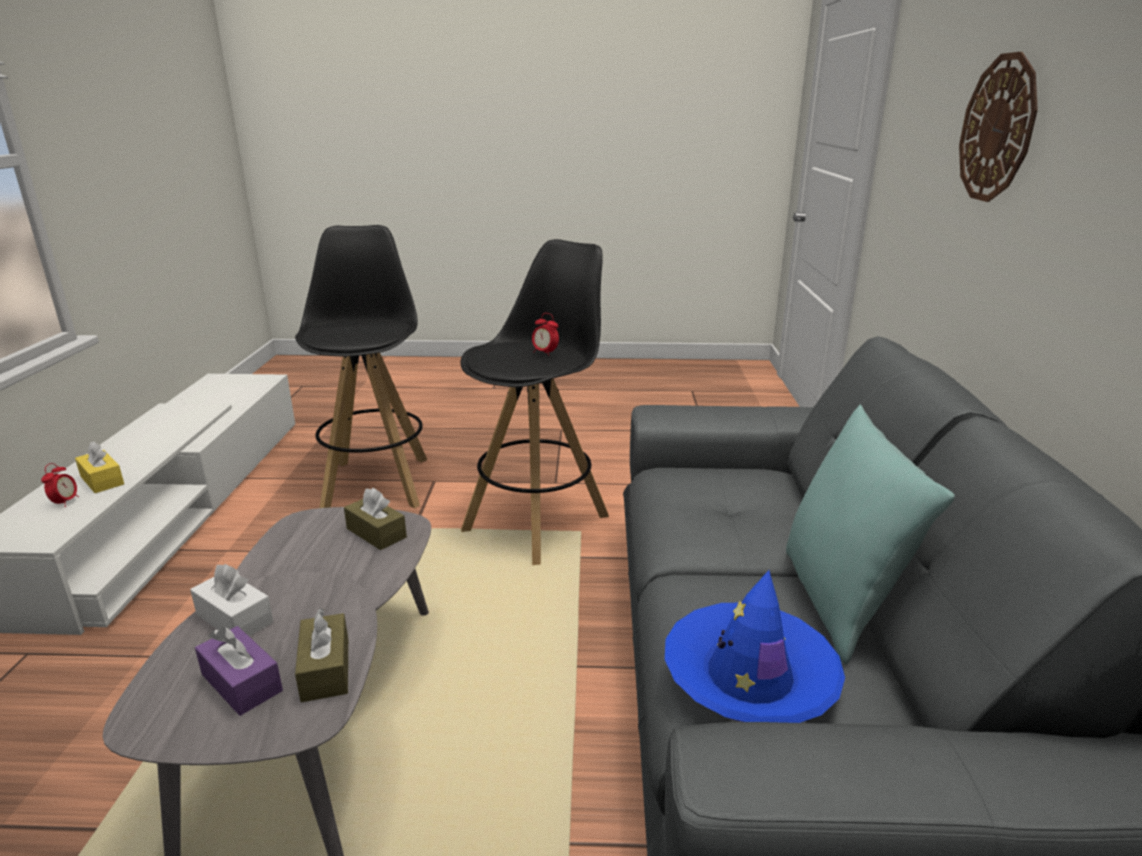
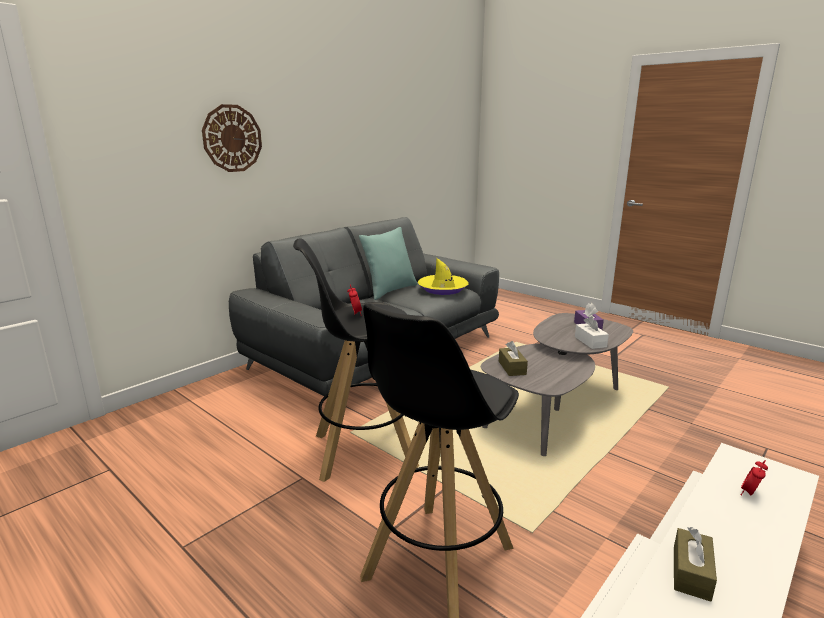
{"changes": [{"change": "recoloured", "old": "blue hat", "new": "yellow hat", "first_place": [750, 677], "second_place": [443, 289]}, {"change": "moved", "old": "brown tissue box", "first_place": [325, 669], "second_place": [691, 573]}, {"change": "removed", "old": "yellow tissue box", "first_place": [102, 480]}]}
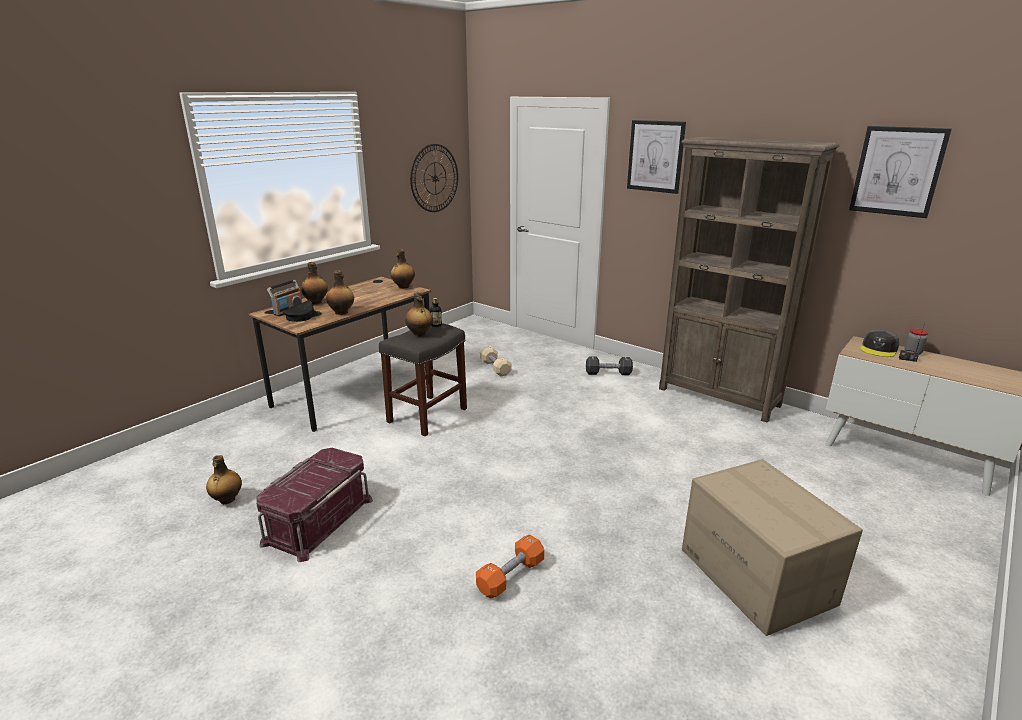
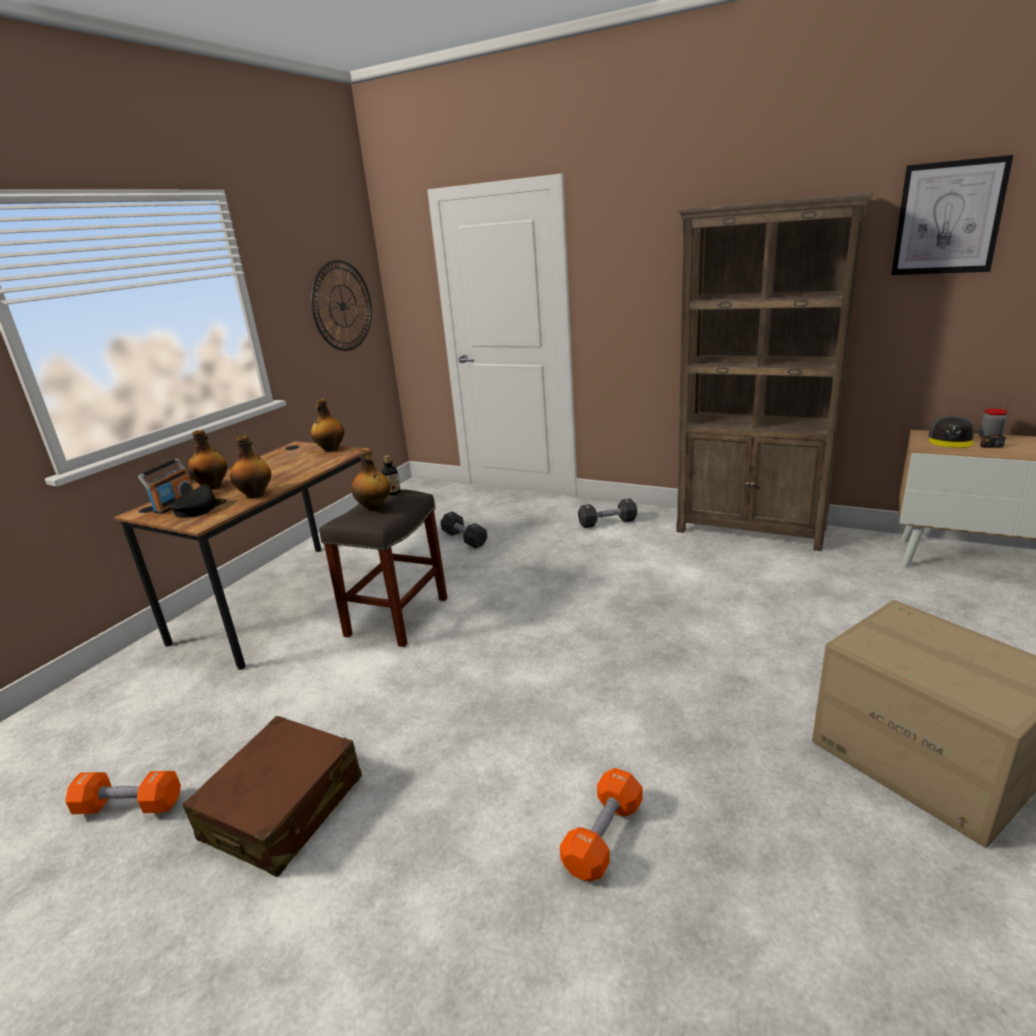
{"changes": [{"change": "replaced", "old": "bottle", "new": "orange dumbbell", "first_place": [227, 500], "second_place": [130, 806]}, {"change": "replaced", "old": "red storage box", "new": "brown suitcase", "first_place": [317, 520], "second_place": [284, 808]}, {"change": "recoloured", "old": "beige dumbbell", "new": "black dumbbell", "first_place": [495, 368], "second_place": [464, 539]}, {"change": "removed", "old": "picture", "first_place": [655, 156]}]}
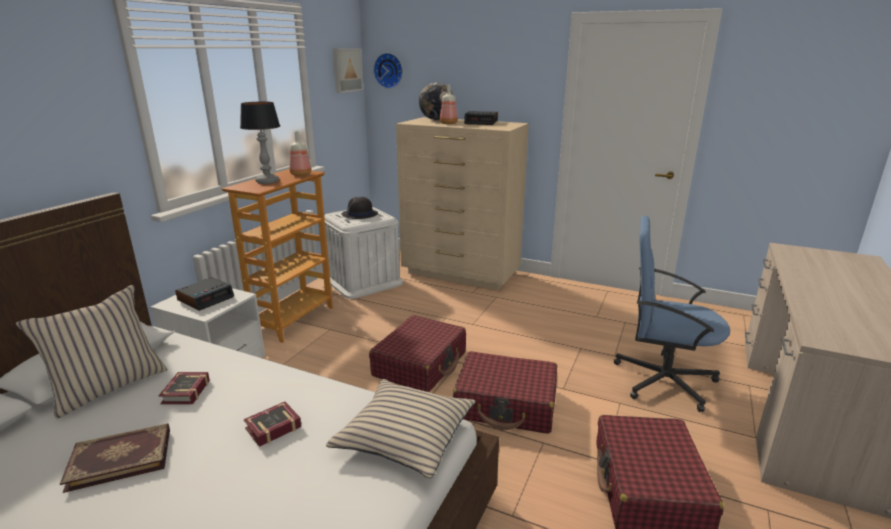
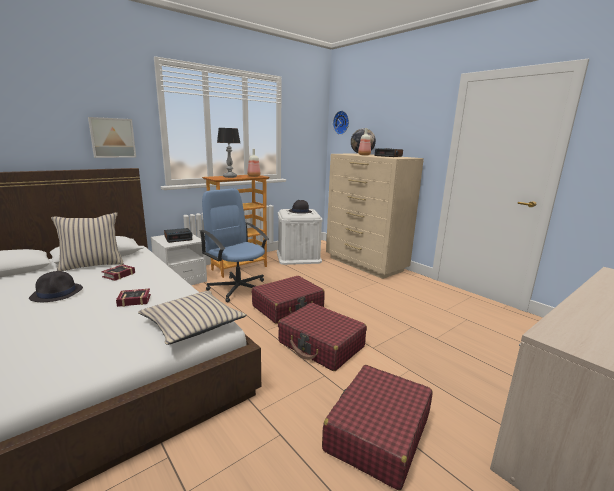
{"changes": [{"change": "replaced", "old": "book", "new": "black hat", "first_place": [120, 458], "second_place": [57, 293]}, {"change": "moved", "old": "picture", "first_place": [346, 70], "second_place": [112, 138]}, {"change": "moved", "old": "blue office chair", "first_place": [662, 380], "second_place": [238, 288]}]}
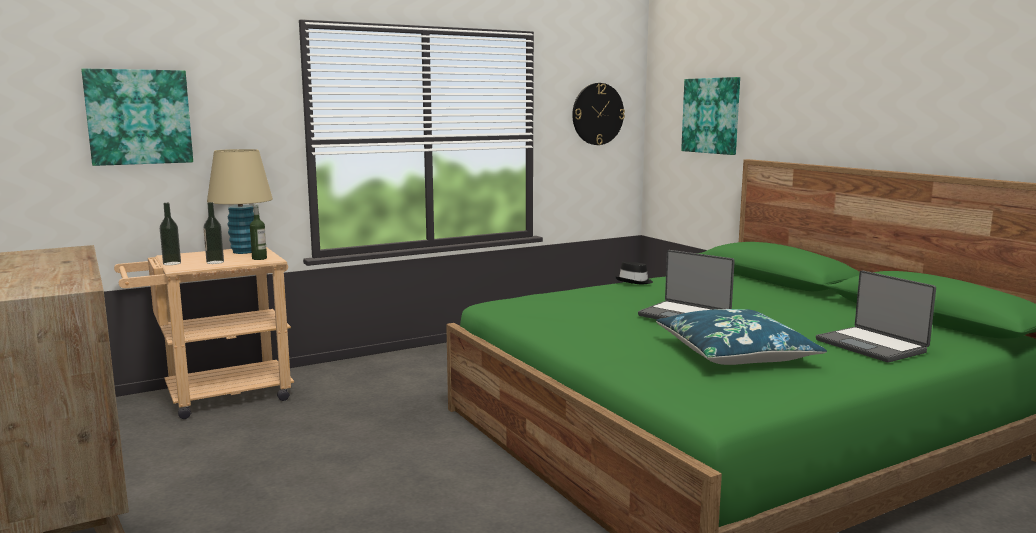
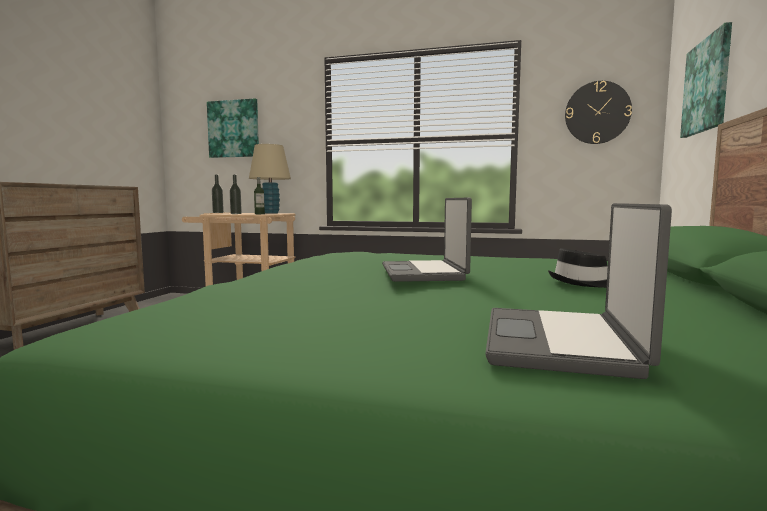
{"changes": [{"change": "moved", "old": "black hat", "first_place": [635, 282], "second_place": [582, 283]}, {"change": "removed", "old": "blue pillow", "first_place": [735, 354]}]}
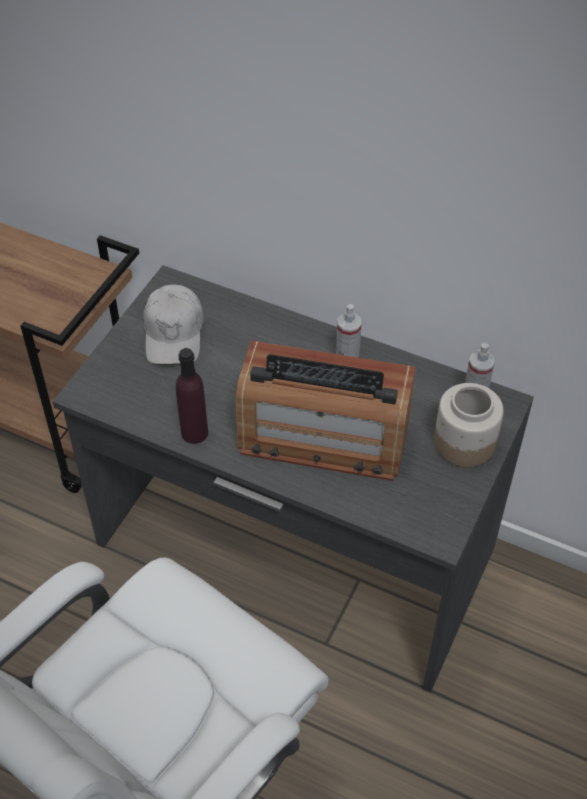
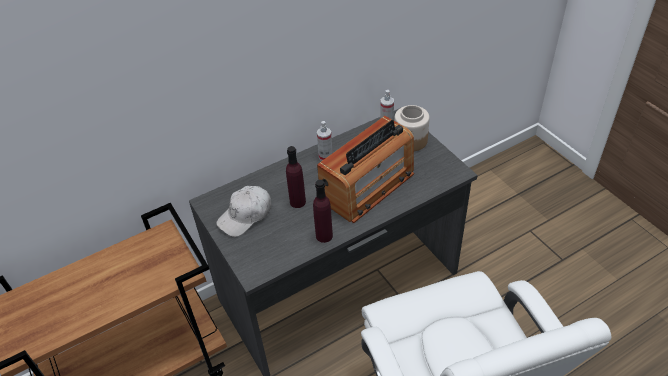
{"changes": [{"change": "turned", "old": "white cap", "first_place": [174, 333], "second_place": [245, 216], "degrees": 105}, {"change": "added", "new": "purple bottle", "second_place": [297, 202]}]}
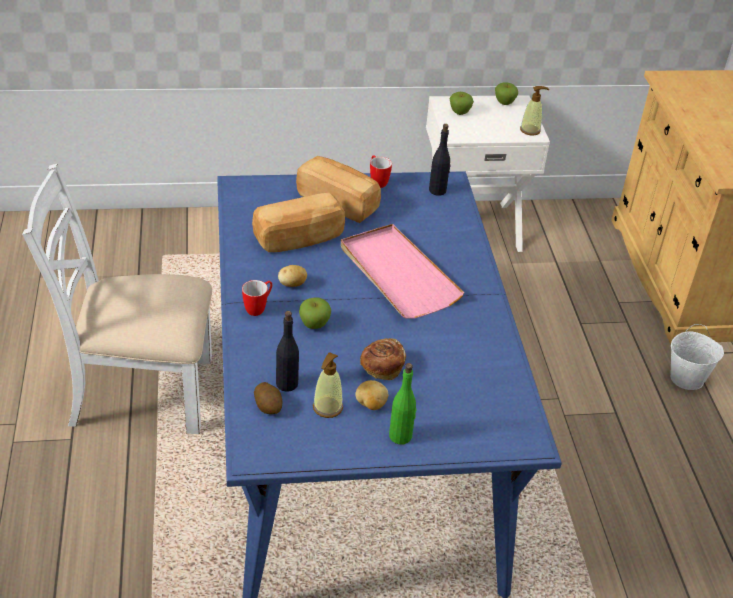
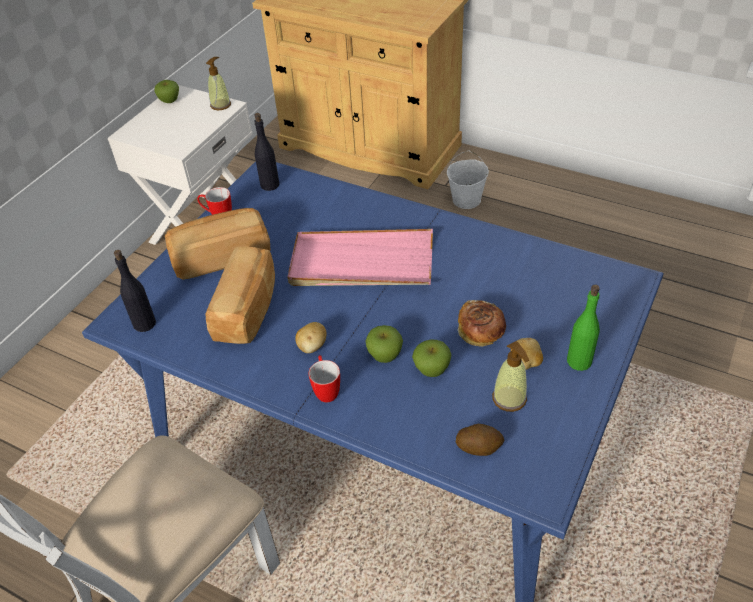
{"changes": [{"change": "moved", "old": "black bottle", "first_place": [287, 383], "second_place": [144, 323]}, {"change": "moved", "old": "apple", "first_place": [459, 112], "second_place": [431, 370]}]}
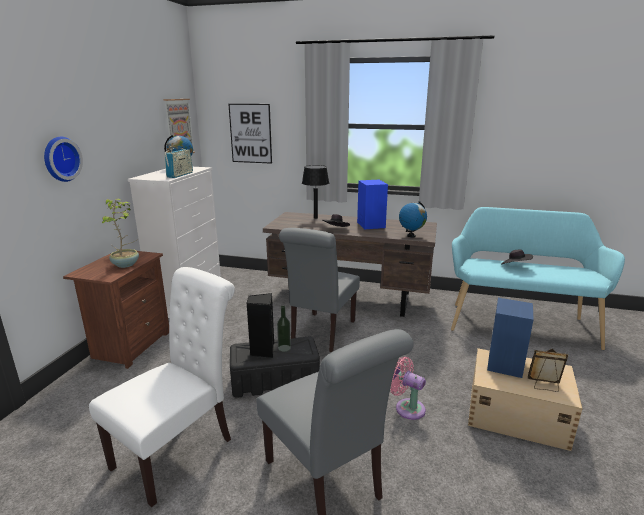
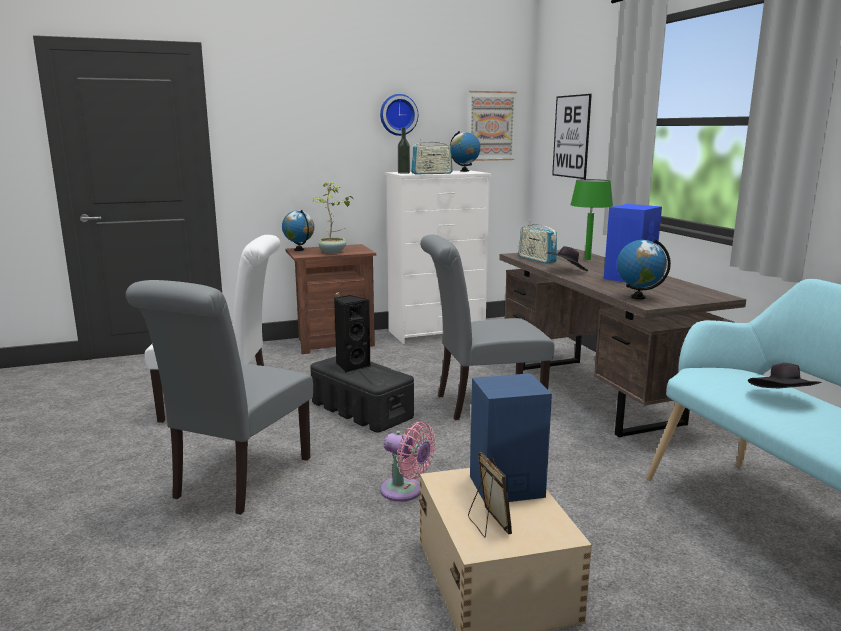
{"changes": [{"change": "added", "new": "globe", "second_place": [299, 250]}, {"change": "moved", "old": "wall clock", "first_place": [60, 159], "second_place": [398, 115]}, {"change": "turned", "old": "pink fan", "first_place": [407, 408], "second_place": [405, 491], "degrees": 120}, {"change": "moved", "old": "bottle", "first_place": [284, 348], "second_place": [403, 173]}, {"change": "added", "new": "radio", "second_place": [537, 259]}, {"change": "recoloured", "old": "black table lamp", "new": "green table lamp", "first_place": [315, 218], "second_place": [587, 259]}]}
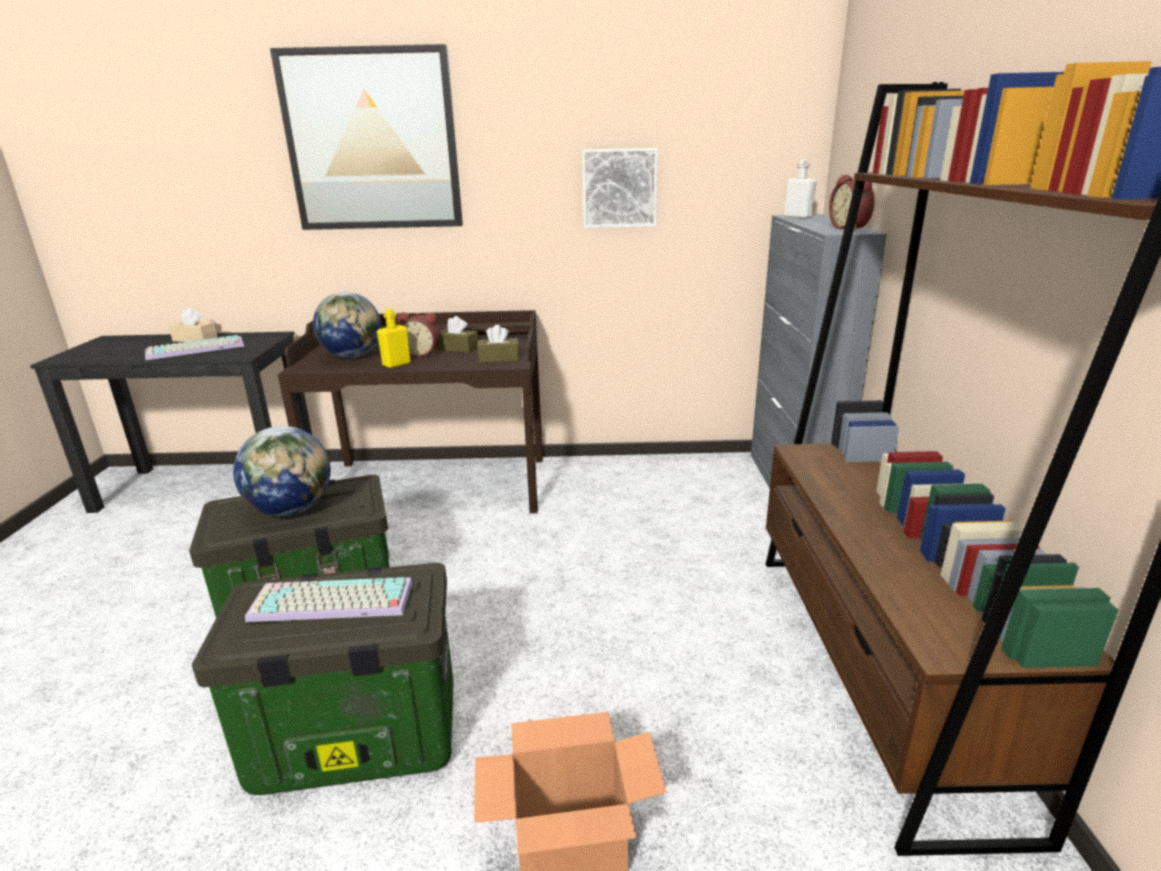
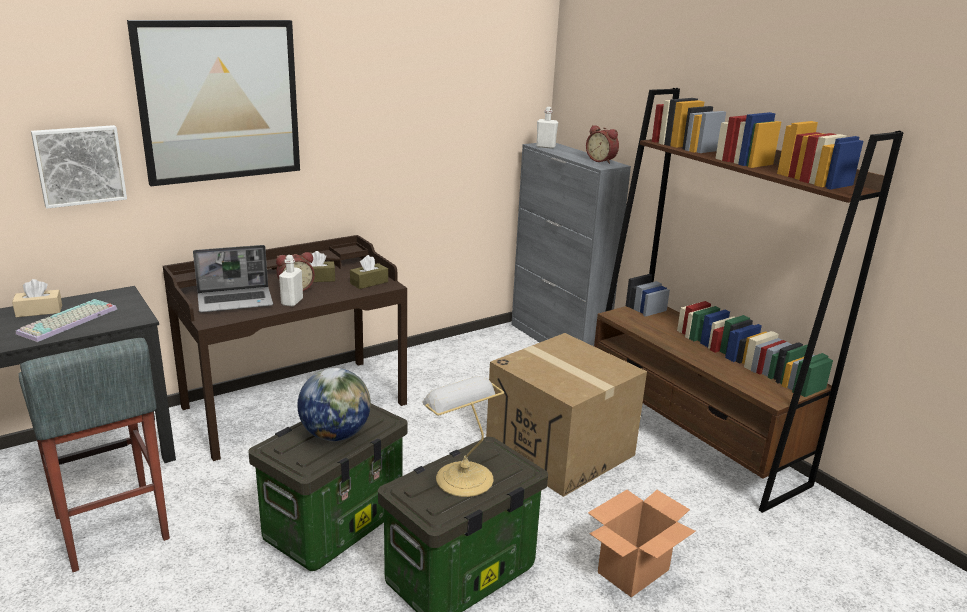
{"changes": [{"change": "added", "new": "grey stool", "second_place": [110, 529]}, {"change": "moved", "old": "picture", "first_place": [619, 188], "second_place": [80, 165]}, {"change": "replaced", "old": "globe", "new": "laptop", "first_place": [353, 356], "second_place": [236, 301]}, {"change": "recoloured", "old": "yellow bottle", "new": "white bottle", "first_place": [396, 364], "second_place": [292, 302]}, {"change": "replaced", "old": "keyboard", "new": "table lamp", "first_place": [329, 603], "second_place": [462, 477]}, {"change": "added", "new": "cardboard box", "second_place": [560, 450]}]}
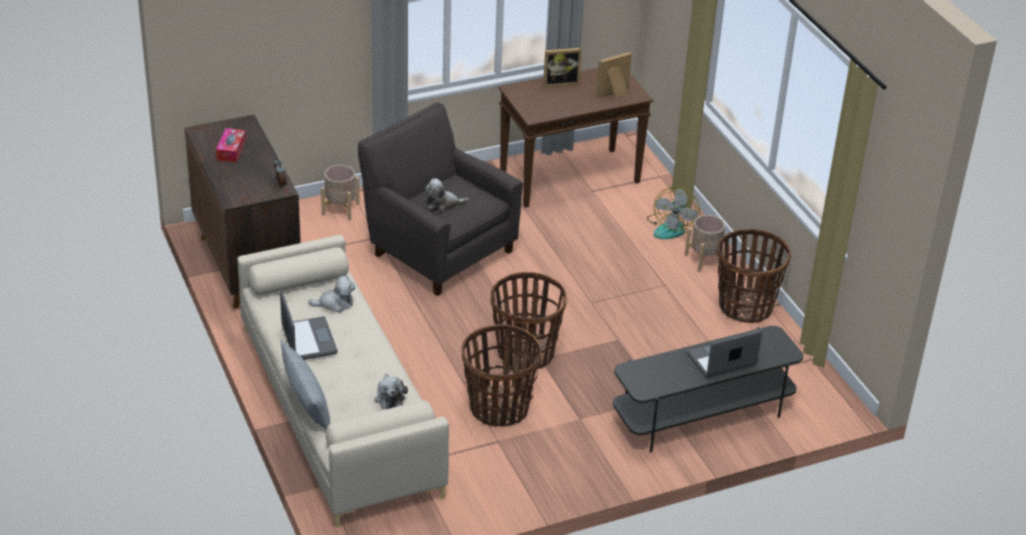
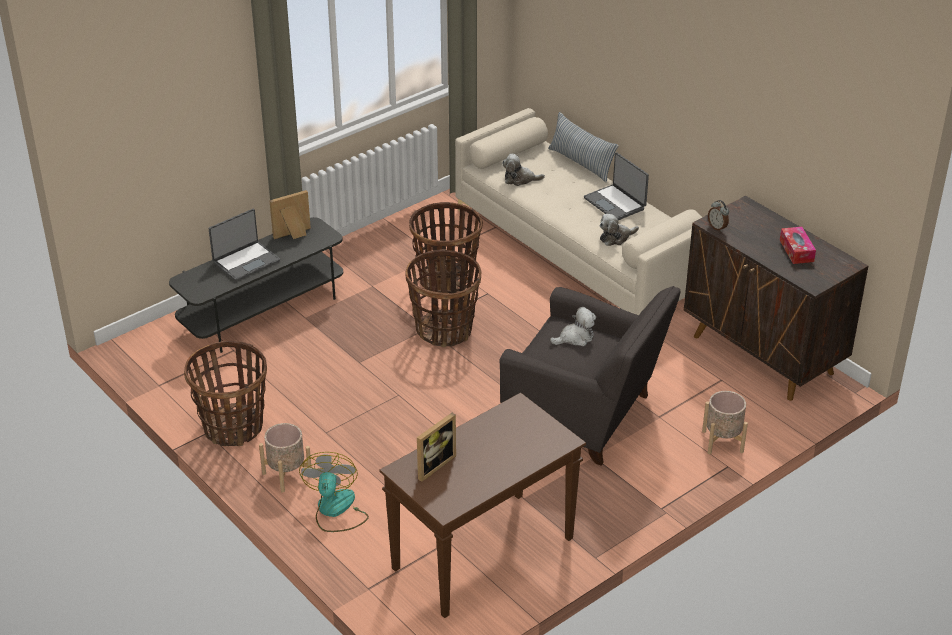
{"changes": [{"change": "moved", "old": "picture frame", "first_place": [560, 82], "second_place": [293, 235]}, {"change": "turned", "old": "plush toy", "first_place": [389, 397], "second_place": [520, 179], "degrees": -60}]}
